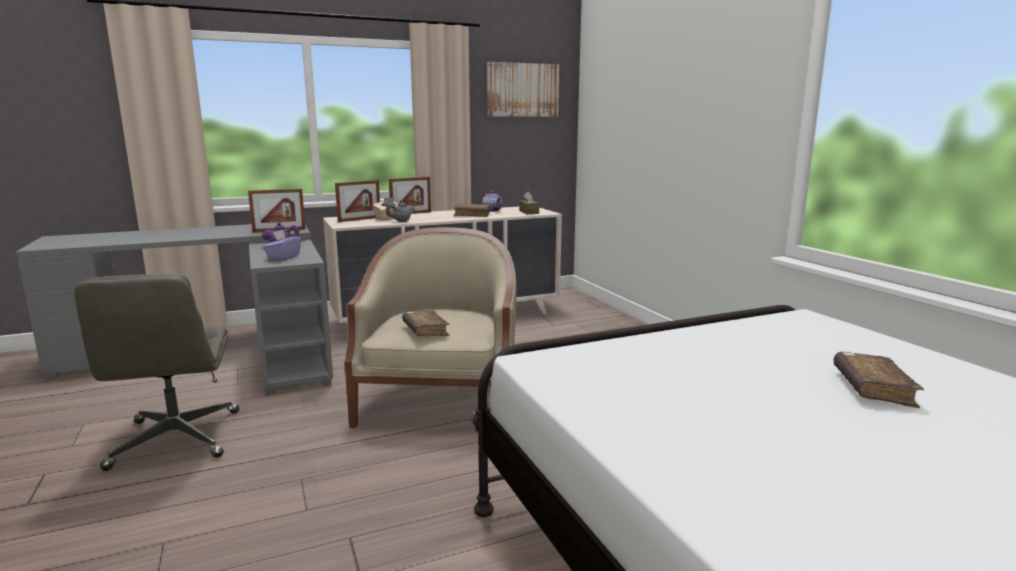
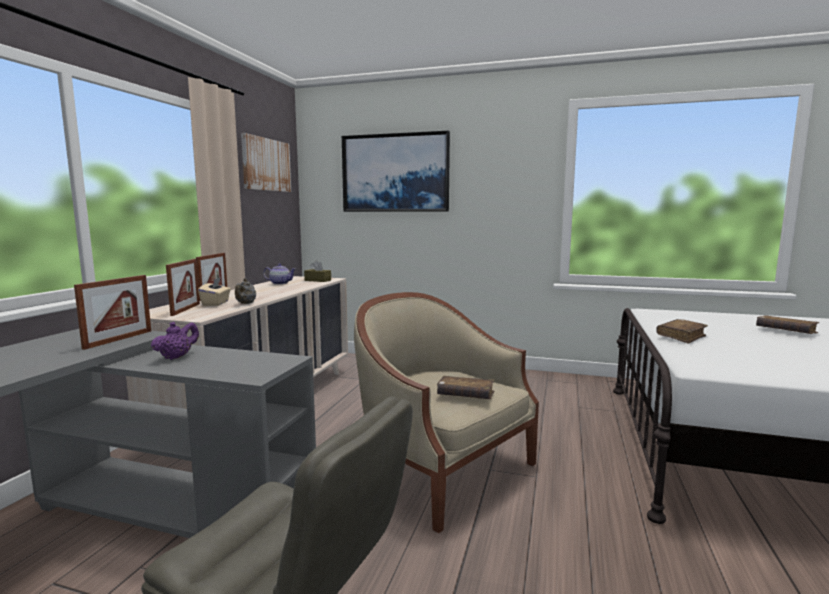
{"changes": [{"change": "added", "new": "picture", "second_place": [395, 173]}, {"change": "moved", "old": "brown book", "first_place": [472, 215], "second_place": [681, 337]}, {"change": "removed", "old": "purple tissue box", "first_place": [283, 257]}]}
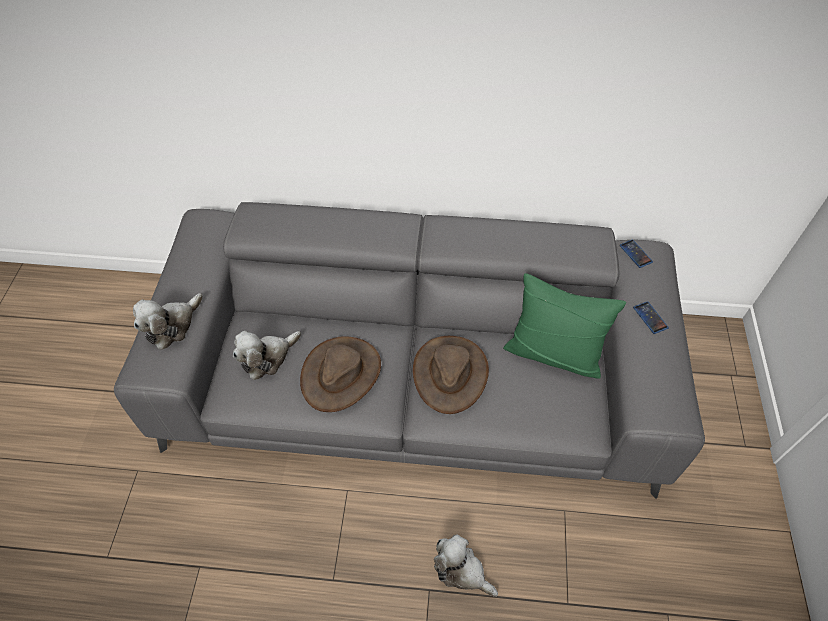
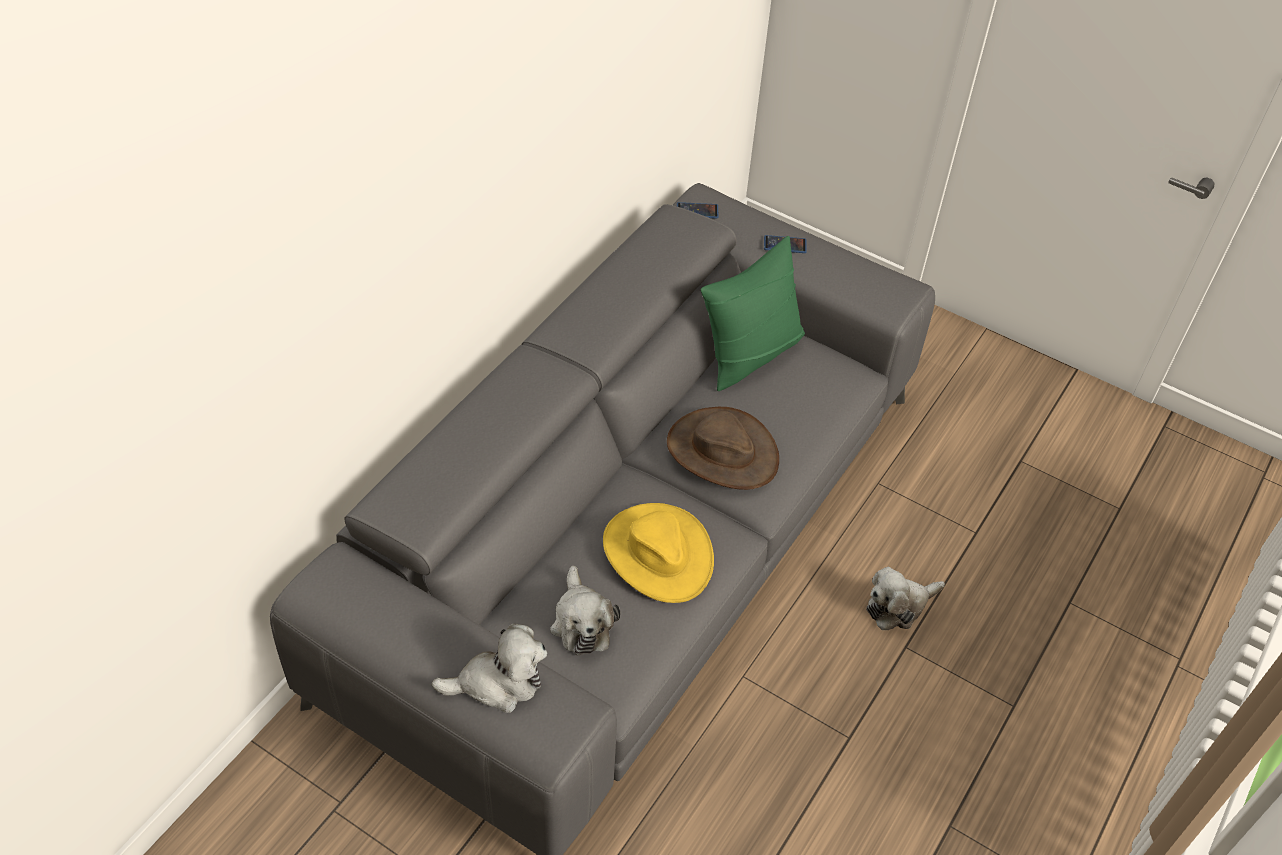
{"changes": [{"change": "turned", "old": "plush toy", "first_place": [172, 326], "second_place": [498, 682], "degrees": -75}, {"change": "recoloured", "old": "brown hat", "new": "yellow hat", "first_place": [341, 374], "second_place": [657, 554]}]}
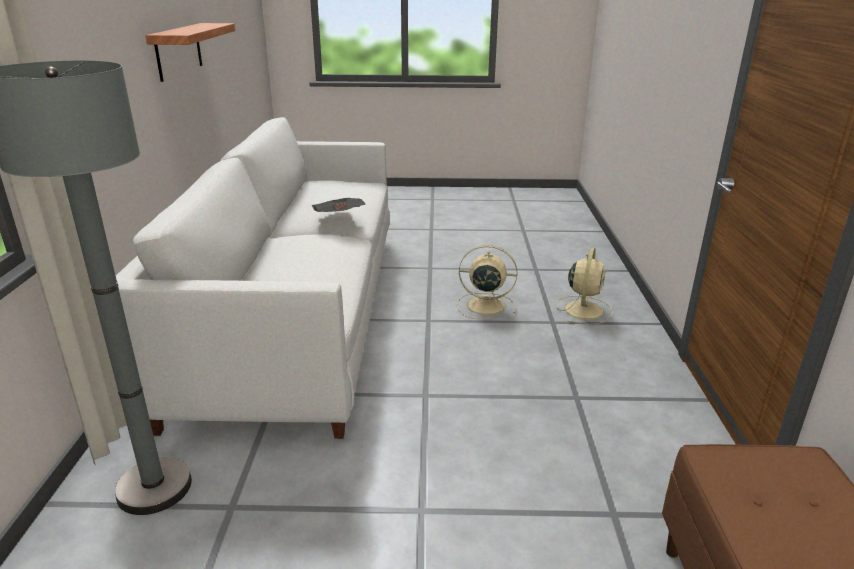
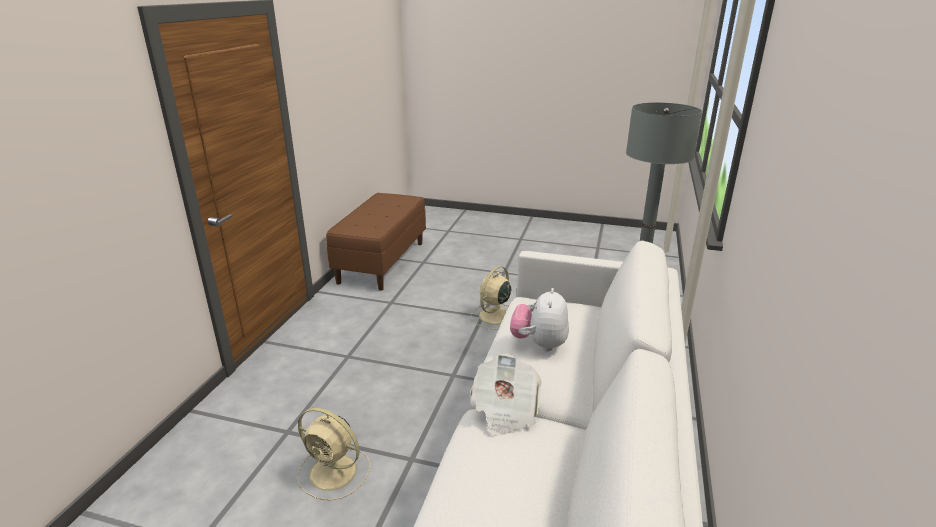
{"changes": [{"change": "moved", "old": "beige fan", "first_place": [584, 309], "second_place": [493, 316]}, {"change": "added", "new": "plush toy", "second_place": [539, 344]}, {"change": "removed", "old": "shelf", "first_place": [179, 51]}]}
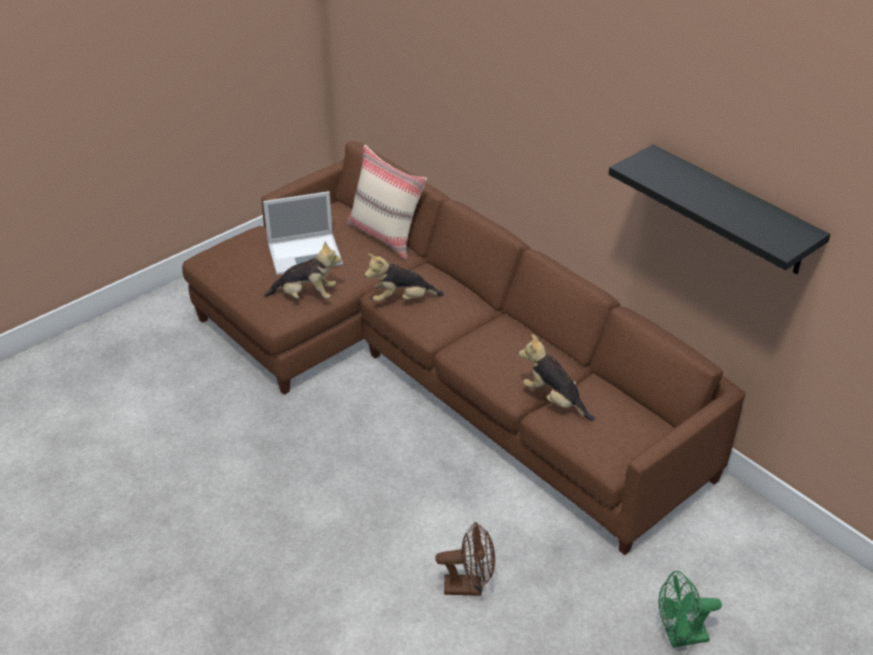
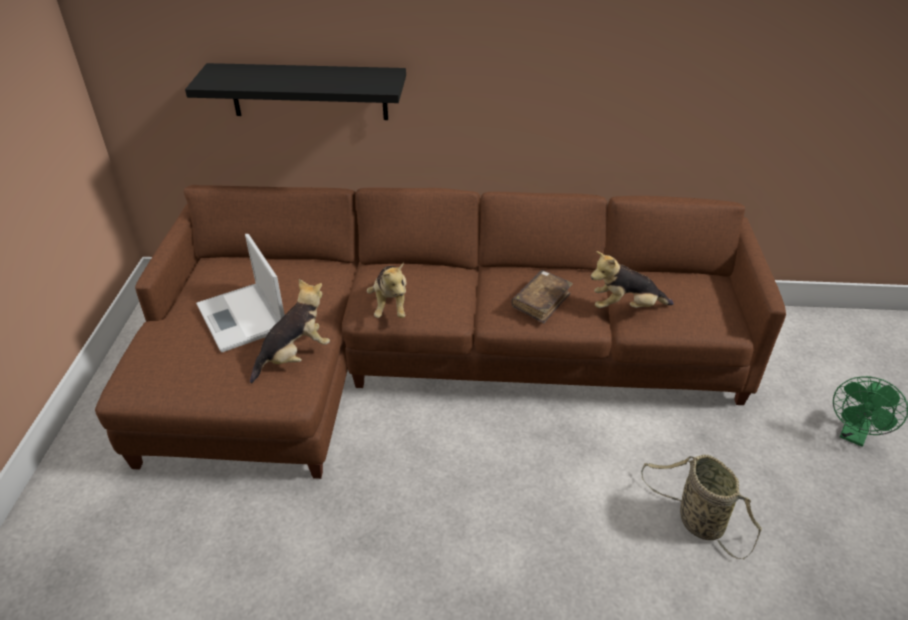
{"changes": [{"change": "moved", "old": "black shelf", "first_place": [732, 211], "second_place": [309, 91]}, {"change": "turned", "old": "laptop", "first_place": [306, 254], "second_place": [242, 318], "degrees": 120}, {"change": "turned", "old": "plush toy", "first_place": [402, 299], "second_place": [390, 305], "degrees": -45}, {"change": "added", "new": "brown book", "second_place": [541, 302]}, {"change": "replaced", "old": "brown fan", "new": "basket", "first_place": [469, 586], "second_place": [696, 520]}, {"change": "removed", "old": "beige pillow", "first_place": [385, 235]}]}
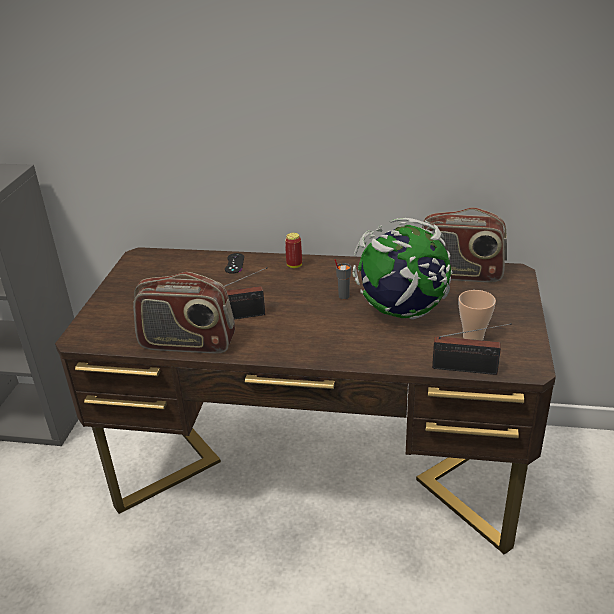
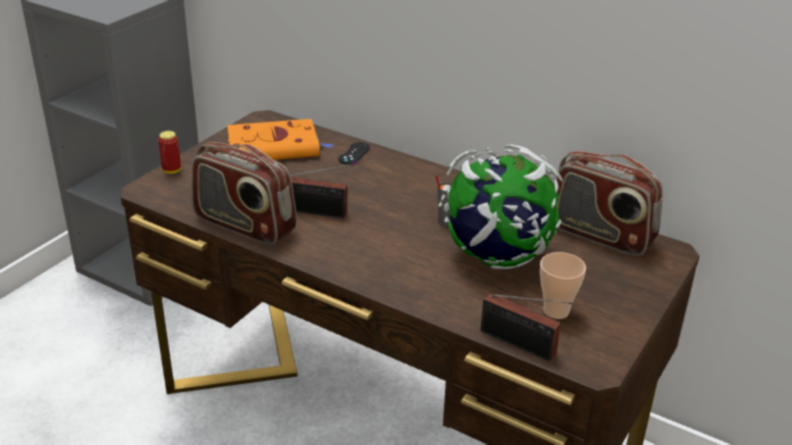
{"changes": [{"change": "moved", "old": "can", "first_place": [294, 265], "second_place": [171, 170]}, {"change": "added", "new": "orange book", "second_place": [276, 147]}]}
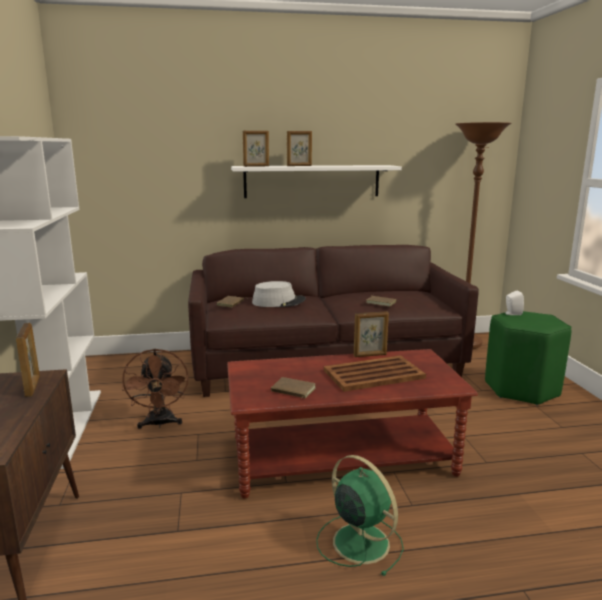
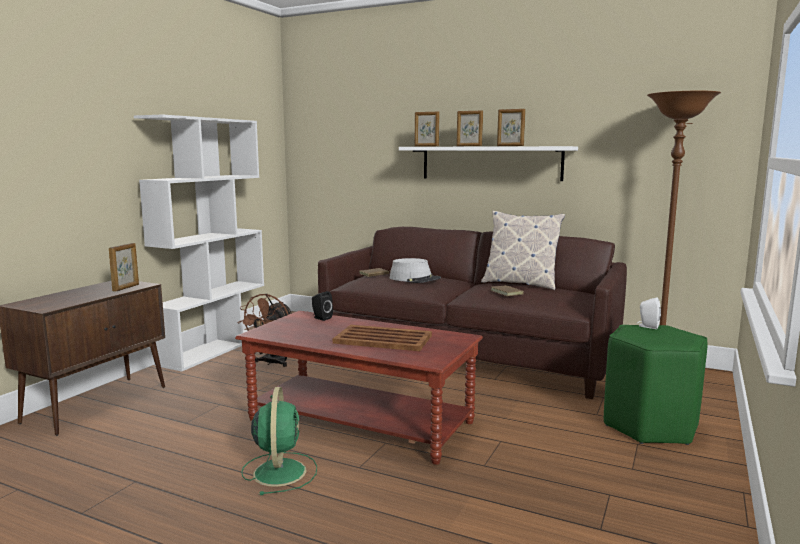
{"changes": [{"change": "added", "new": "black speaker", "second_place": [321, 318]}, {"change": "added", "new": "pillow", "second_place": [520, 284]}, {"change": "moved", "old": "picture frame", "first_place": [370, 355], "second_place": [510, 146]}, {"change": "removed", "old": "brown book", "first_place": [292, 390]}]}
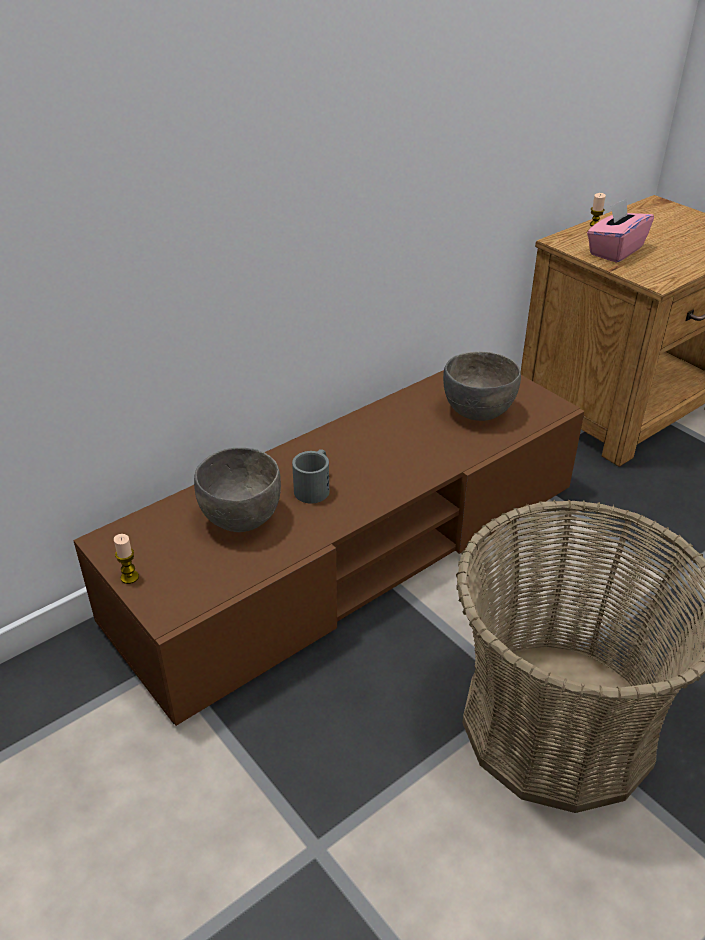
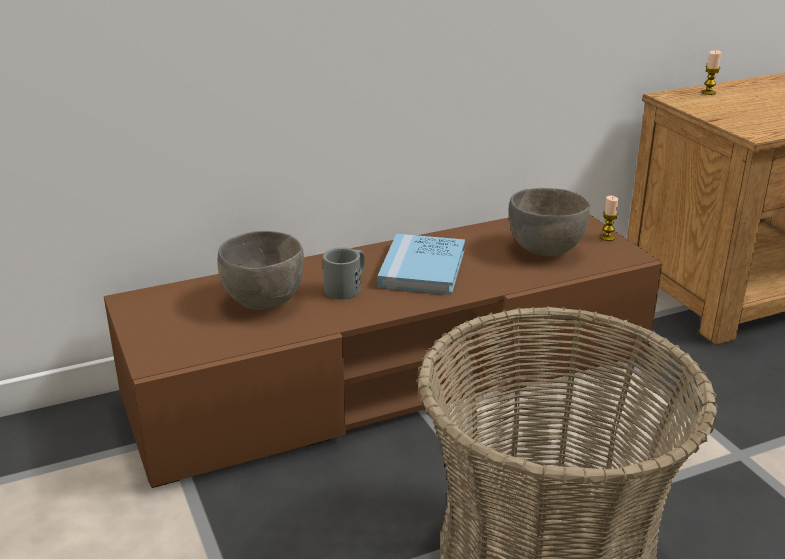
{"changes": [{"change": "added", "new": "blue book", "second_place": [422, 268]}, {"change": "moved", "old": "candle", "first_place": [129, 577], "second_place": [607, 237]}, {"change": "removed", "old": "pink tissue box", "first_place": [615, 251]}]}
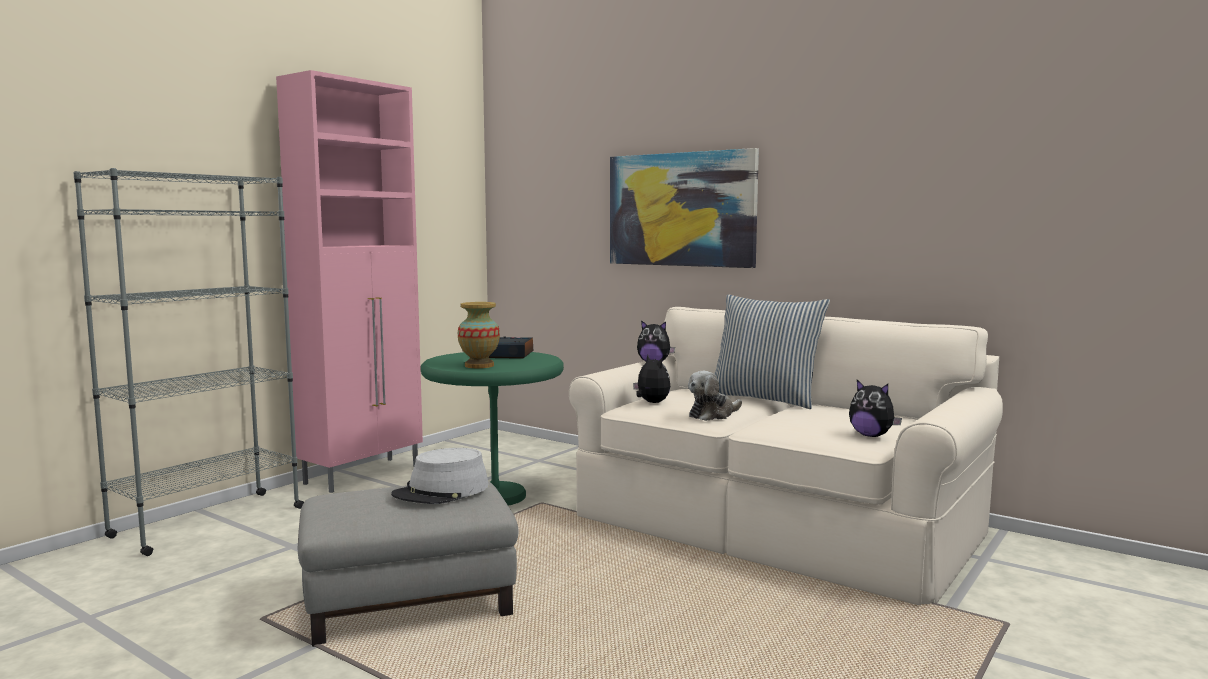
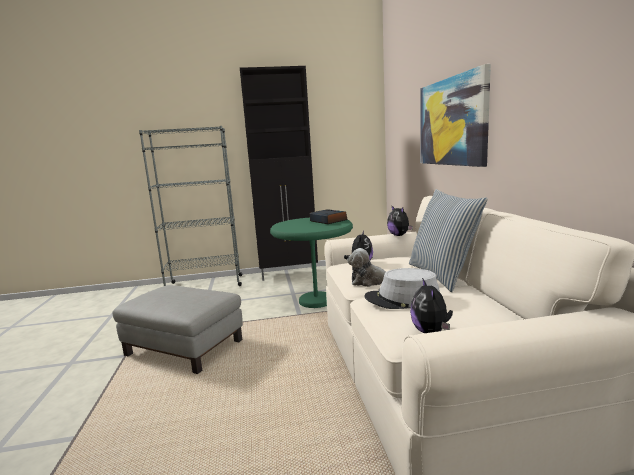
{"changes": [{"change": "recoloured", "old": "pink cabinet", "new": "black cabinet", "first_place": [364, 474], "second_place": [289, 274]}, {"change": "moved", "old": "grey hat", "first_place": [441, 491], "second_place": [402, 299]}, {"change": "removed", "old": "vase", "first_place": [479, 366]}]}
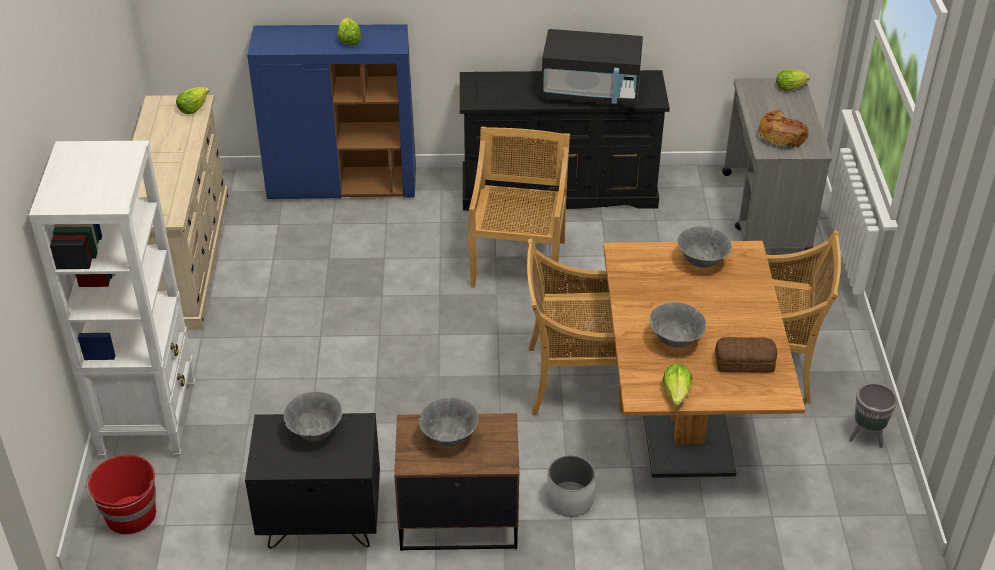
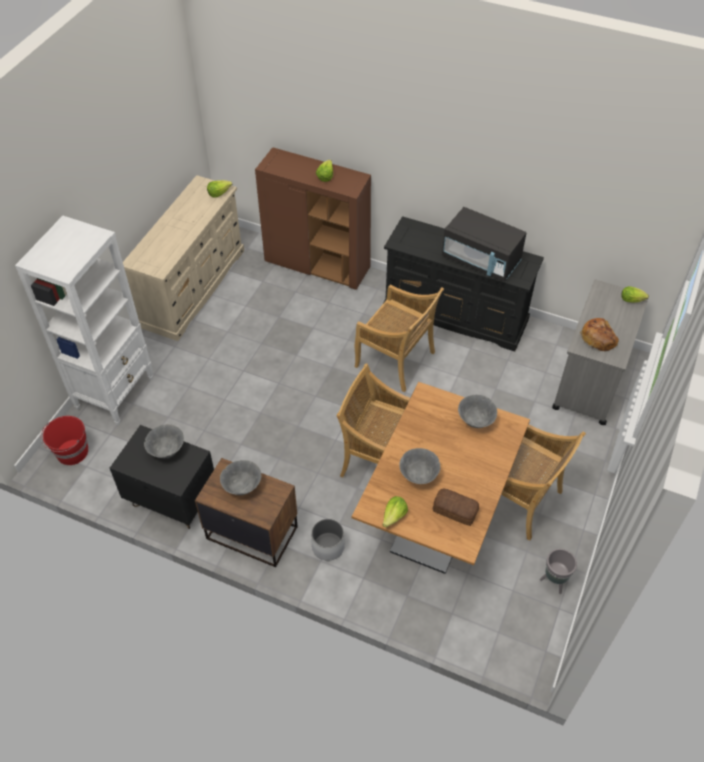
{"changes": [{"change": "recoloured", "old": "blue cabinet", "new": "brown cabinet", "first_place": [343, 184], "second_place": [318, 265]}, {"change": "turned", "old": "beige chair", "first_place": [518, 262], "second_place": [396, 360], "degrees": 90}]}
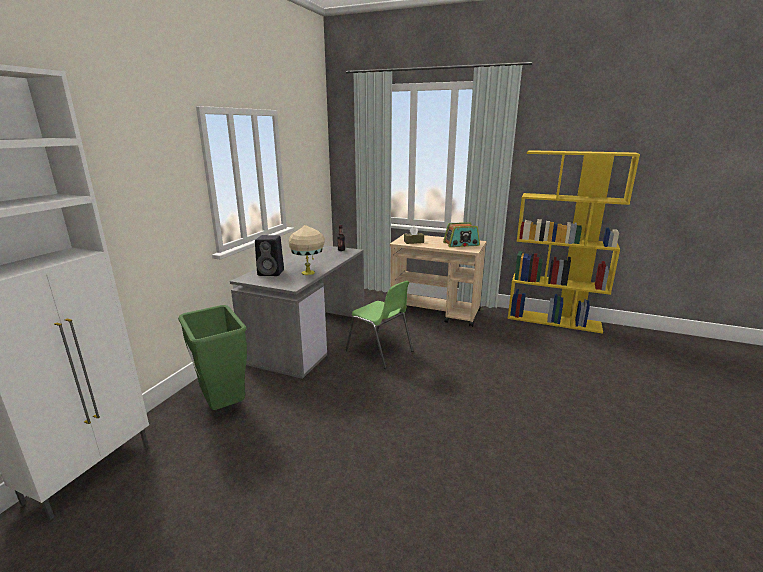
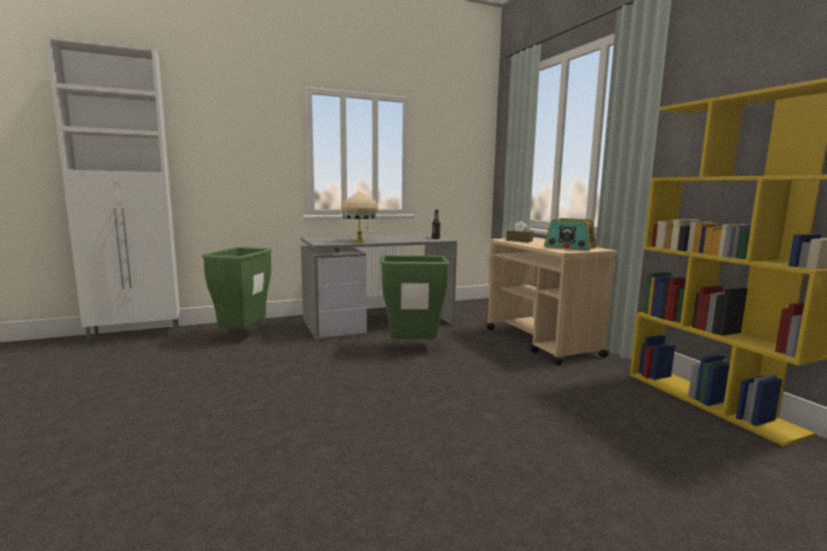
{"changes": [{"change": "replaced", "old": "green chair", "new": "green trash can", "first_place": [380, 351], "second_place": [411, 348]}, {"change": "removed", "old": "black speaker", "first_place": [272, 273]}]}
